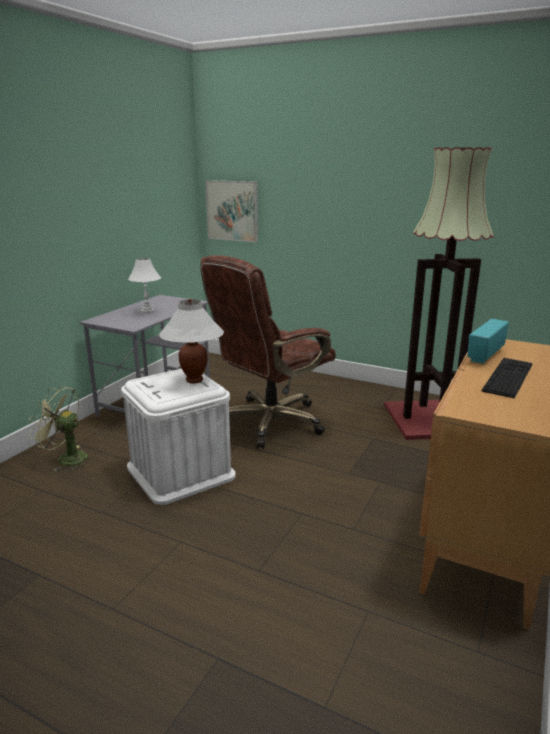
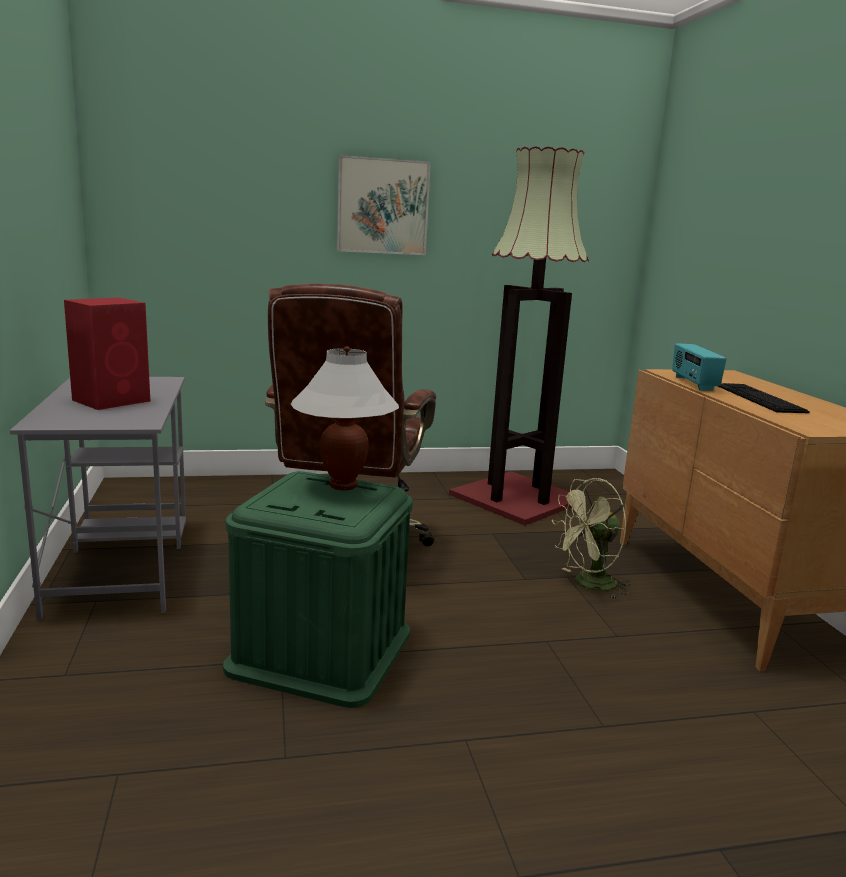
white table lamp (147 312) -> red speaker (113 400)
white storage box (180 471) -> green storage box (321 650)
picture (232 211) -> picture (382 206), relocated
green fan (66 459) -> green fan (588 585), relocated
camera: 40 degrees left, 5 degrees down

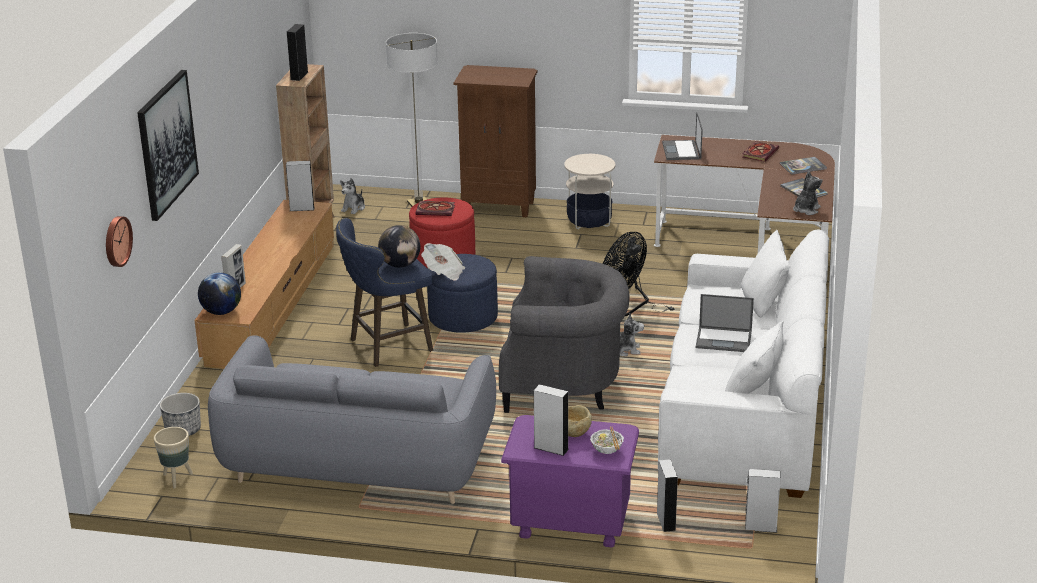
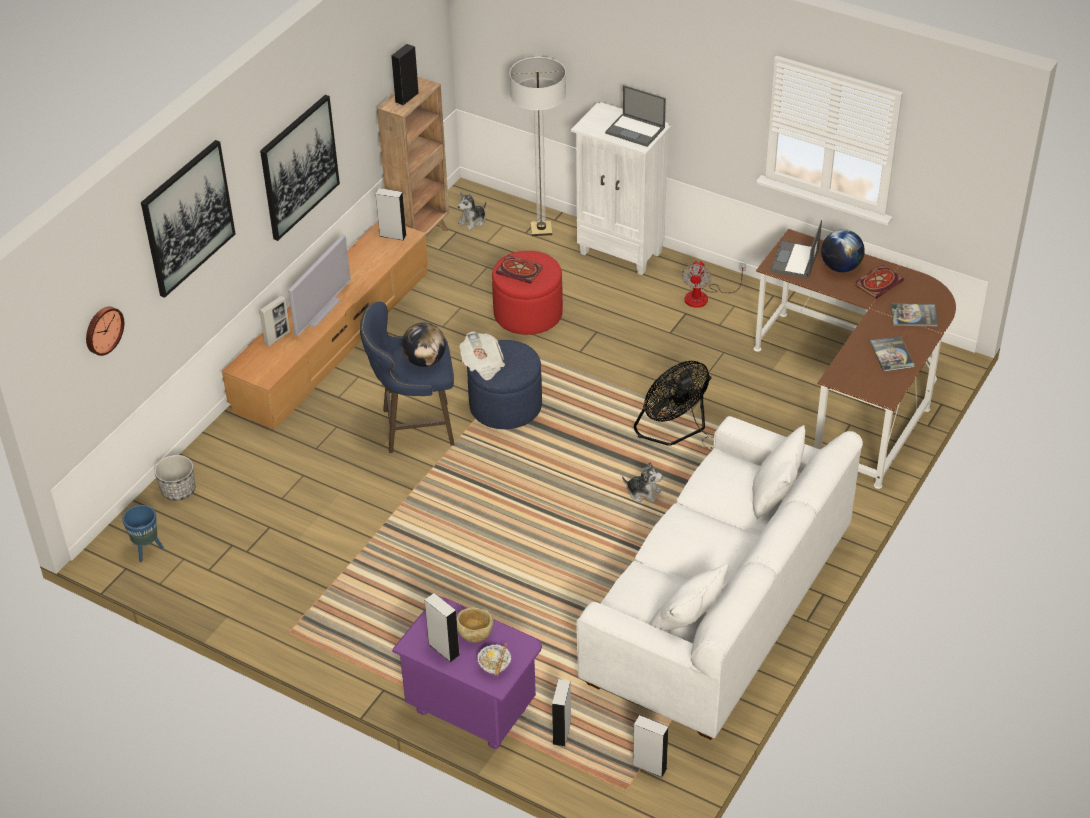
beige planter (176 479) -> blue planter (147 551)
none -> picture (299 167)
none -> television (321 310)
brown cabinet (499 208) -> white cabinet (620 254)
laptop (724 339) -> laptop (636 130), relocated
beige side table (589 222) -> fan (704 297)
globe (221 312) -> globe (840 267), relocated
grey sofa (357 464) -> none
grey armchair (563 388) -> none
plush toy (806 210) -> none
camera: 20 degrees right, 15 degrees up

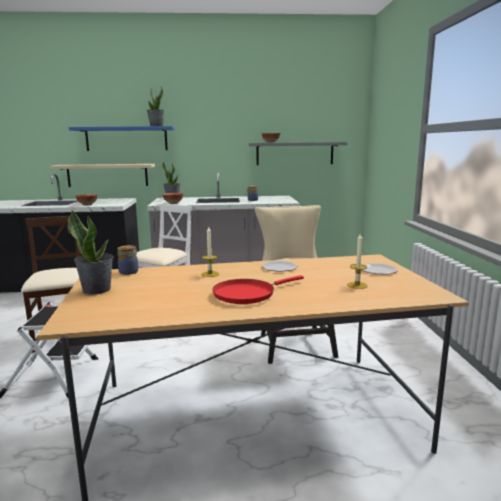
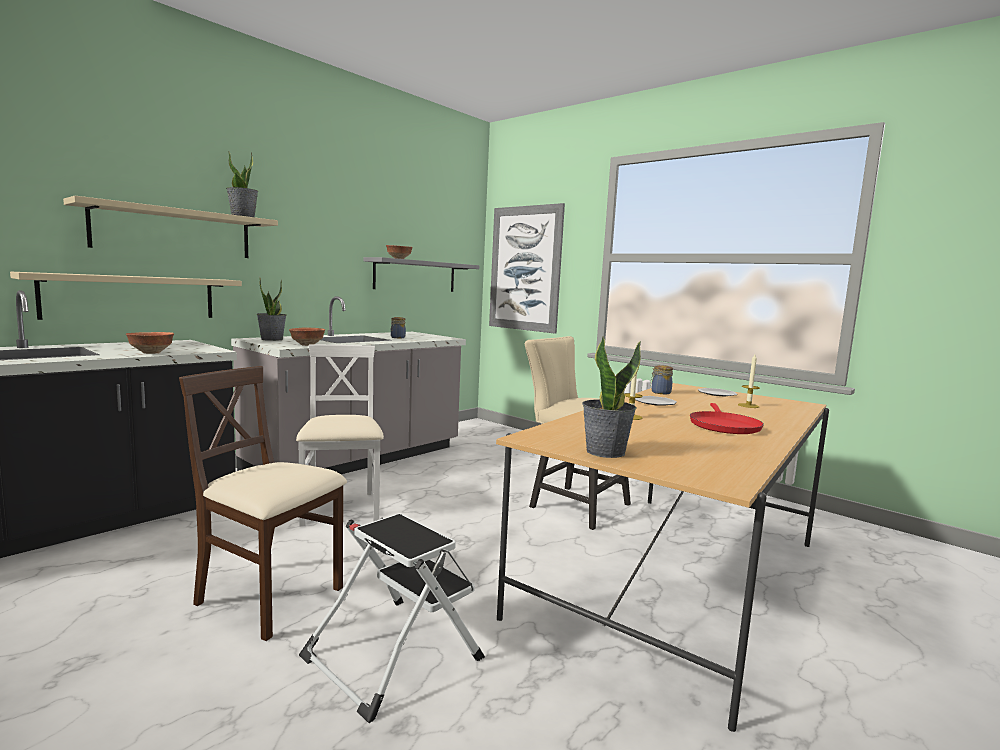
blue shelf (126 139) -> beige shelf (174 232)
none -> picture (525 268)
jar (128 272) -> jar (660 392), relocated
camera: 45 degrees left, 5 degrees down

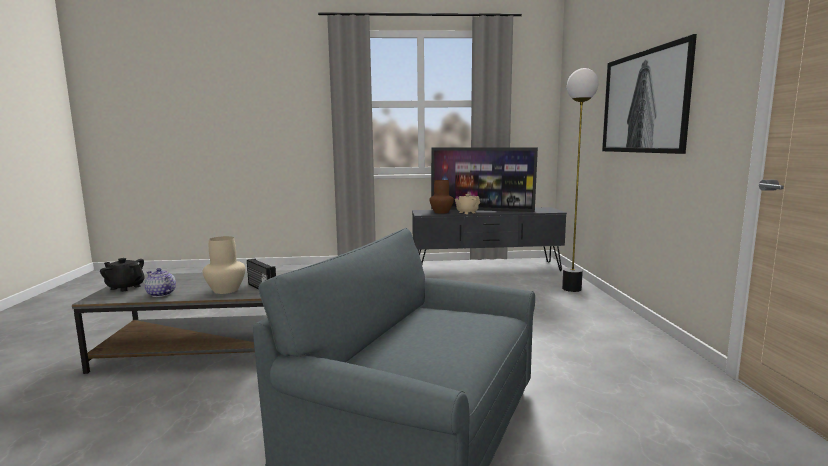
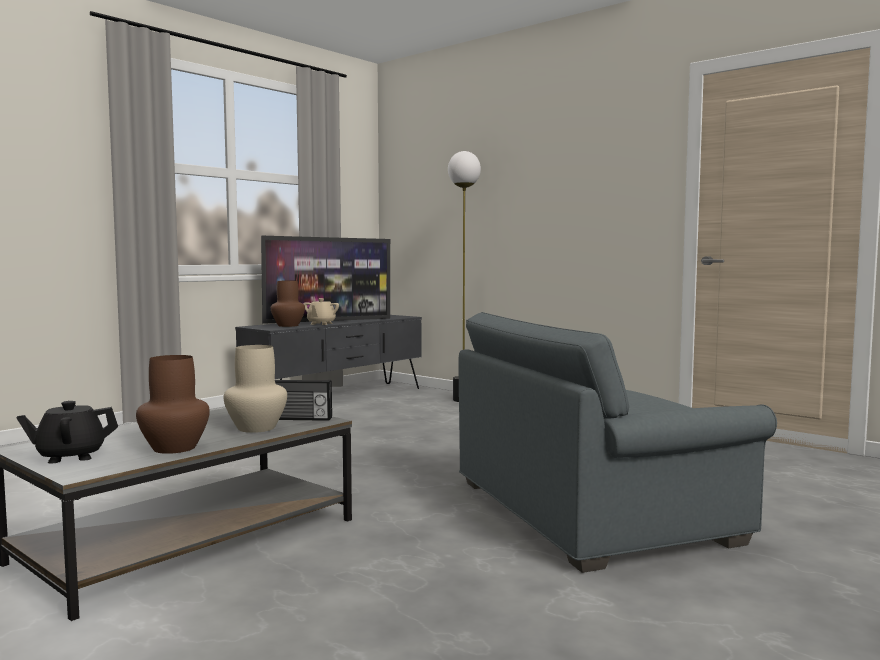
teapot (161 294) -> brown vase (175 448)
picture (645 102) -> none
camera: 45 degrees left, 5 degrees down

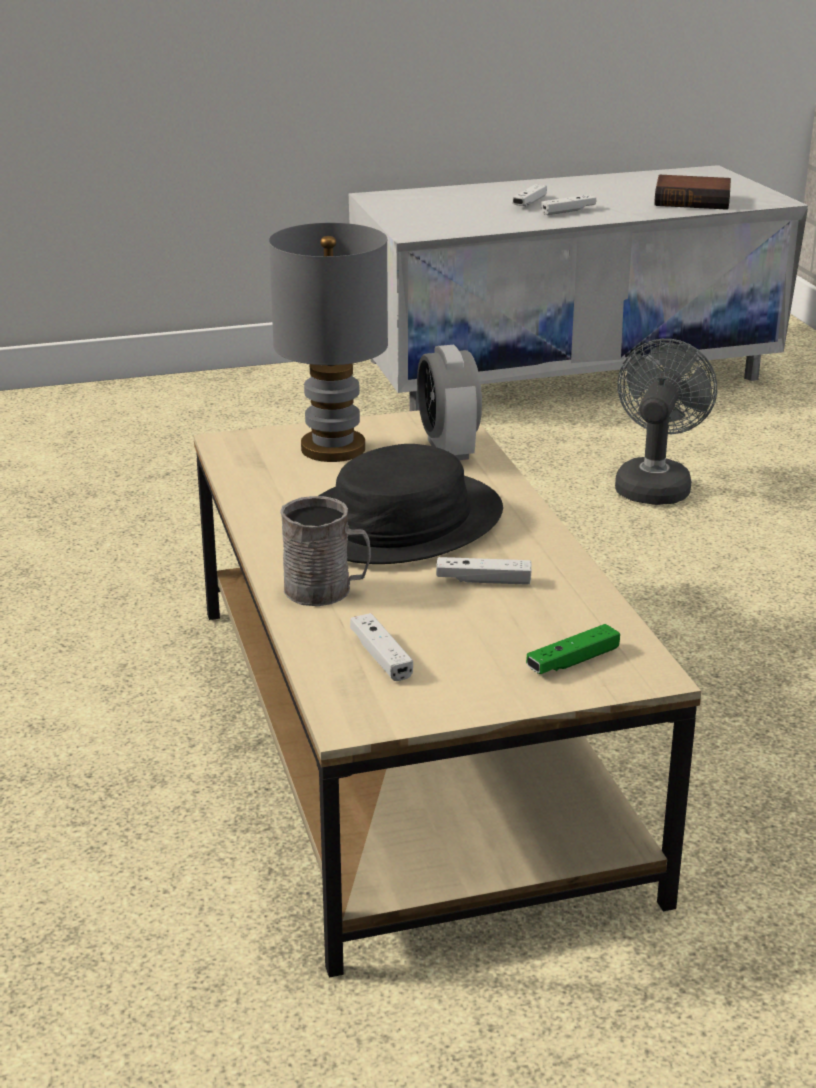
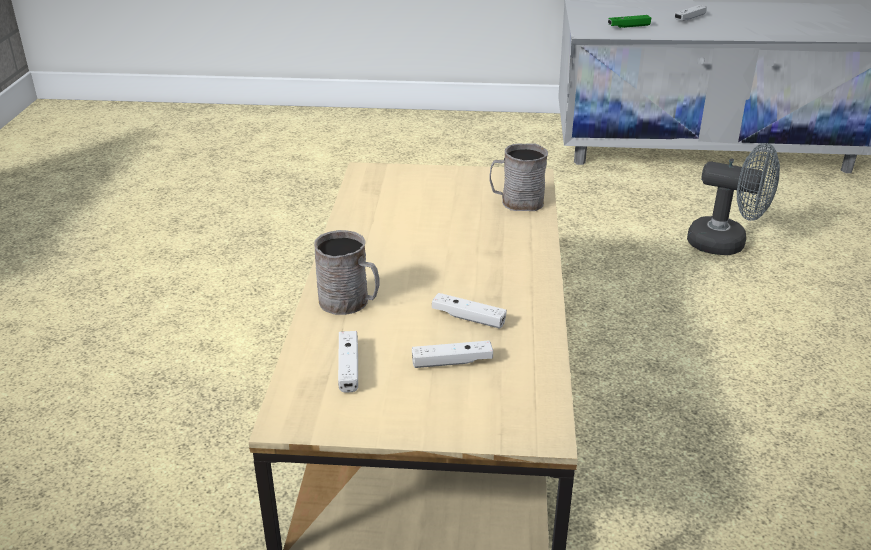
white game controller (568 211) -> white game controller (452 362), relocated
alarm clock (448 449) -> grey mug (516 202)
green game controller (573 661) -> green game controller (628 26), relocated
grey fan (654 484) -> grey fan (726 244), 75 degrees clockwise
grey table lamp (333 448) -> none
black hat (401 522) -> none
book (693 200) -> none
camera: 20 degrees right, 5 degrees up

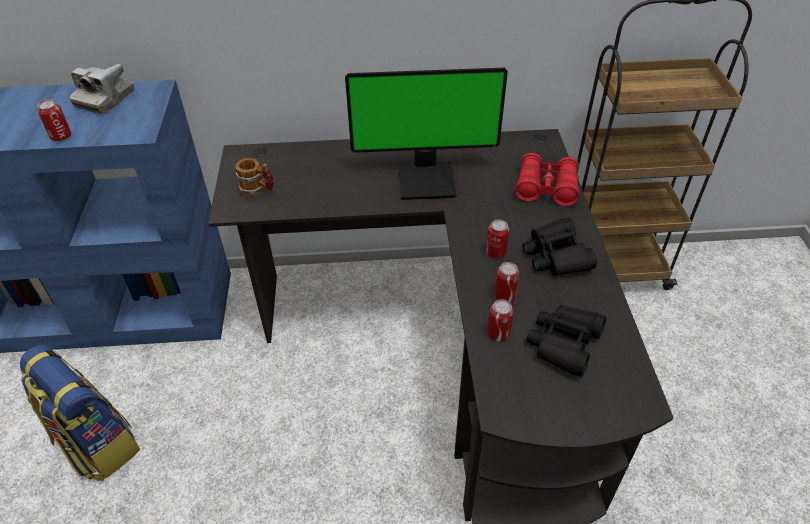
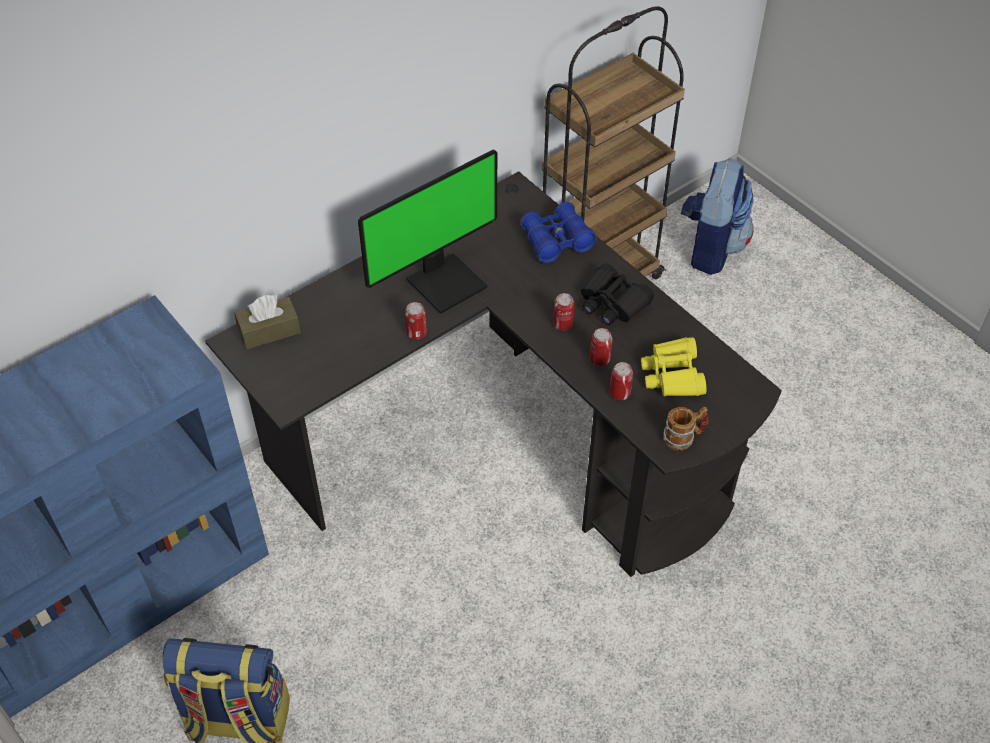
none -> brown tissue box (269 331)
can (61 136) -> can (416 333), relocated
red binoculars (546 188) -> blue binoculars (556 241)
black binoculars (564 343) -> yellow binoculars (672 375)
mug (257 190) -> mug (684 437), relocated
none -> backpack (710 248)
photo camera (105 99) -> none
camera: 35 degrees left, 5 degrees up

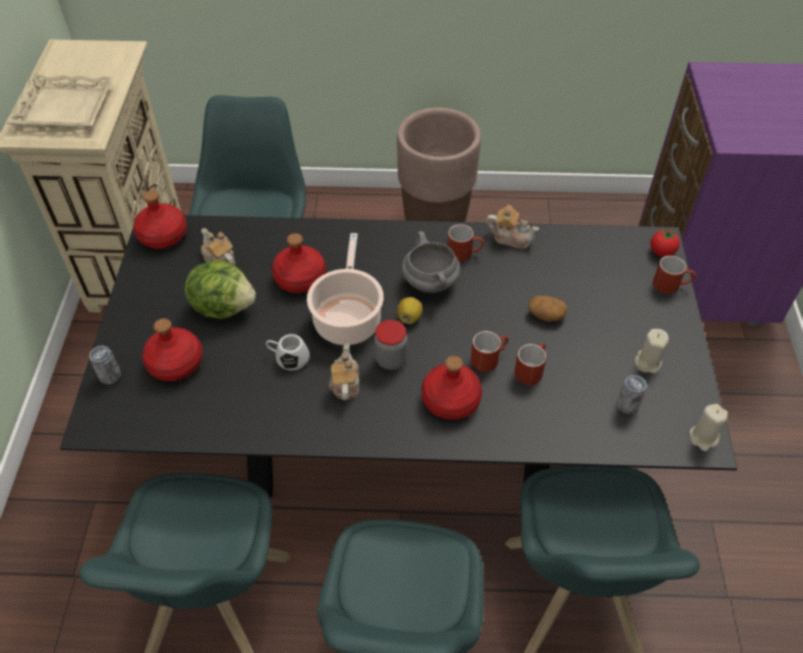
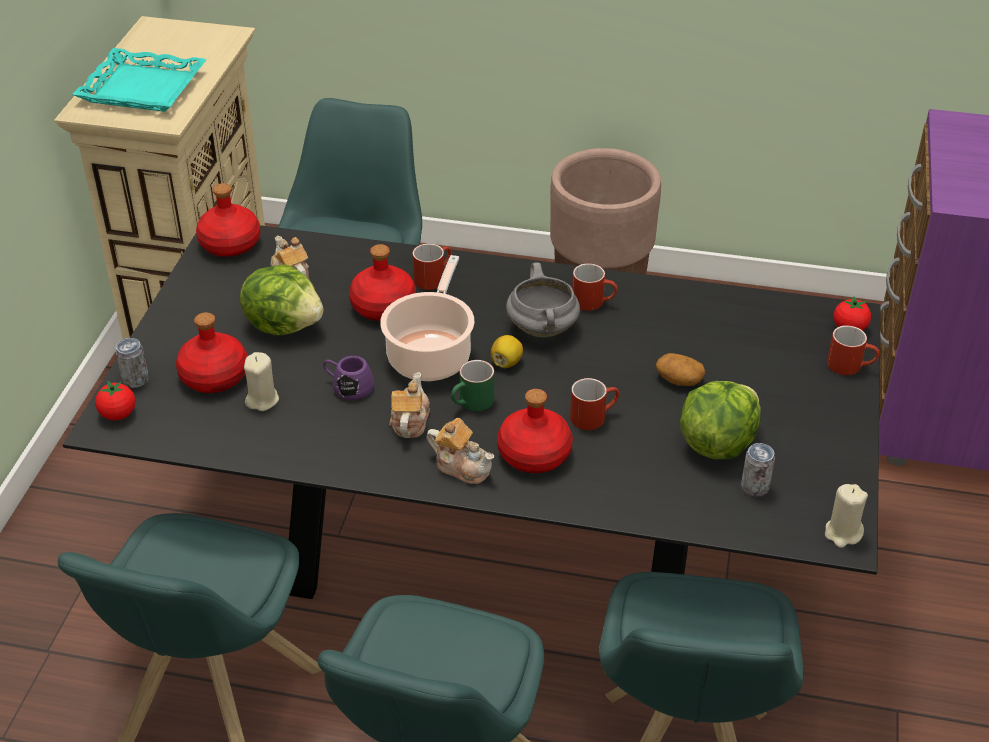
beige tray (64 109) -> turquoise tray (142 89)
none -> tomato (118 414)
beige candle (647 362) -> beige candle (262 400), relocated
white mug (288 357) -> purple mug (348 386)
red mug (530 369) -> red mug (433 277), relocated
teapot (511 238) -> teapot (462 466), relocated
jar (391 359) -> green mug (472 403)
none -> lettuce (717 443)
camera: 10 degrees right, 10 degrees down

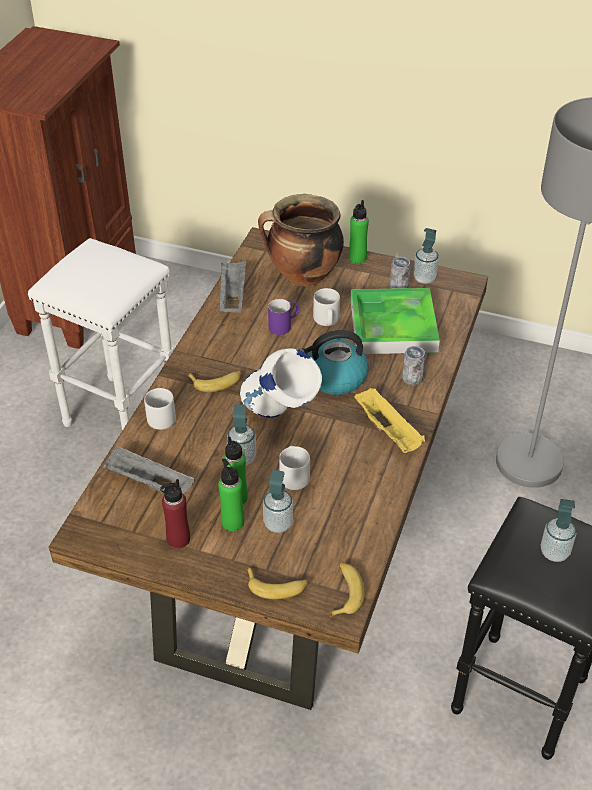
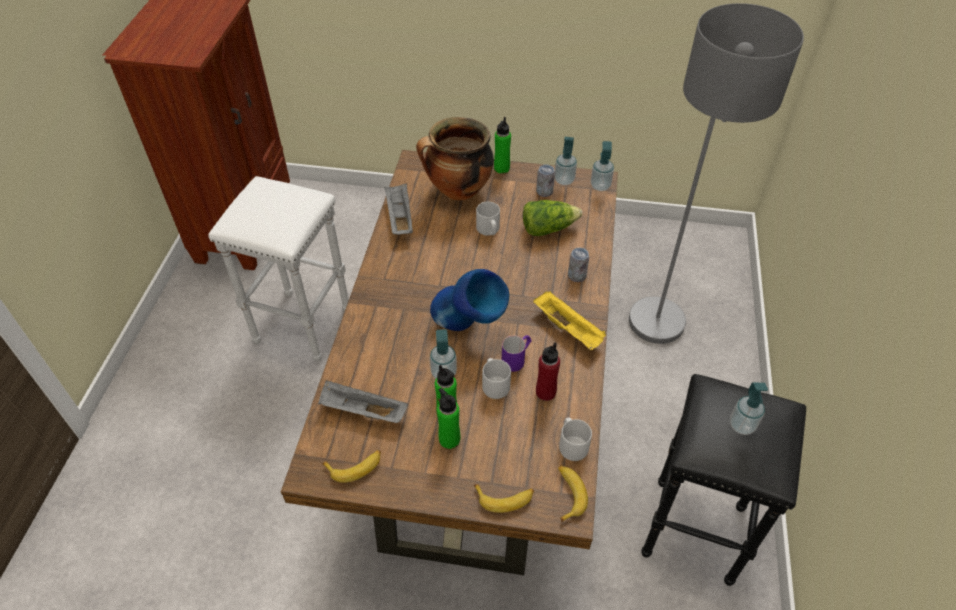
banana (216 382) -> banana (355 466), relocated
white vase (280 418) -> blue vase (469 329)
purple mug (284 325) -> purple mug (517 358), relocated
tray (393 326) -> lettuce (548 228)
red bottle (178 539) -> red bottle (545 392), relocated
grey mug (161 417) -> grey mug (572 445), relocated
soap dispenser (278 523) -> soap dispenser (600 186), relocated
kettle (334 378) -> none
camera: 10 degrees left, 5 degrees up

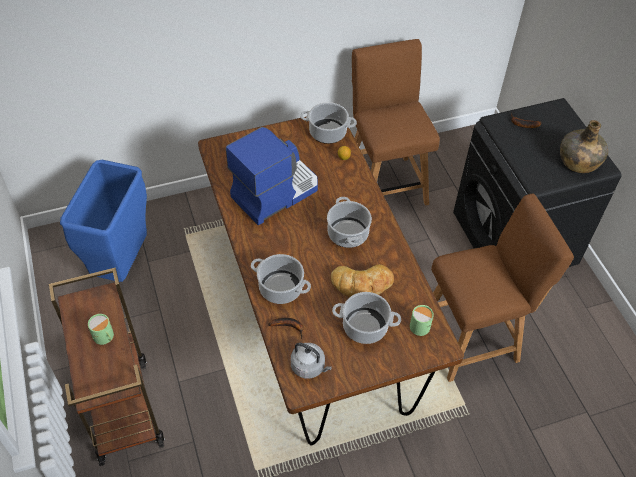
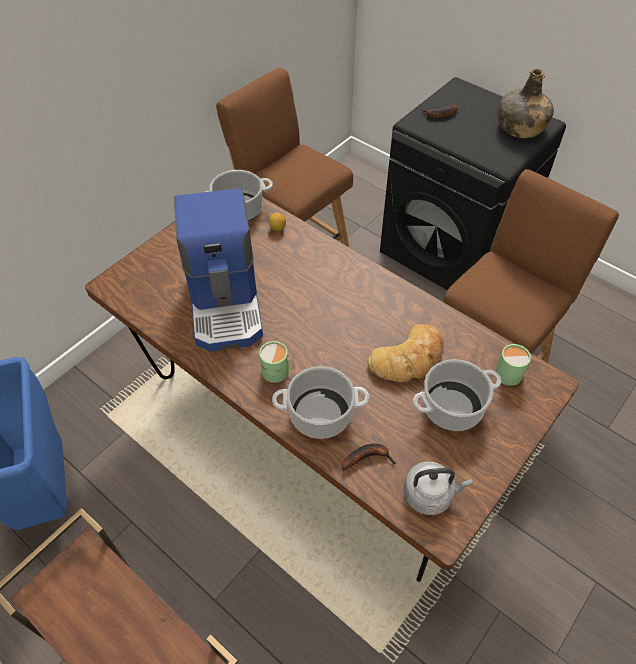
coffee machine (275 192) -> coffee machine (227 303), 150 degrees clockwise
green mug (104 337) -> green mug (278 372), relocated
cooking pot (347 233) -> none
camera: 30 degrees left, 0 degrees up

